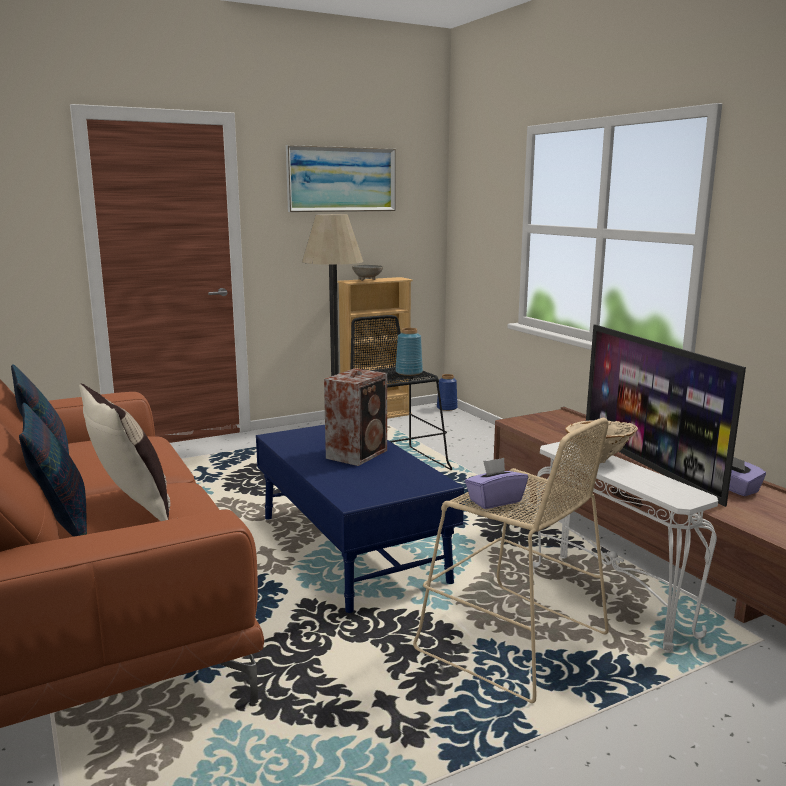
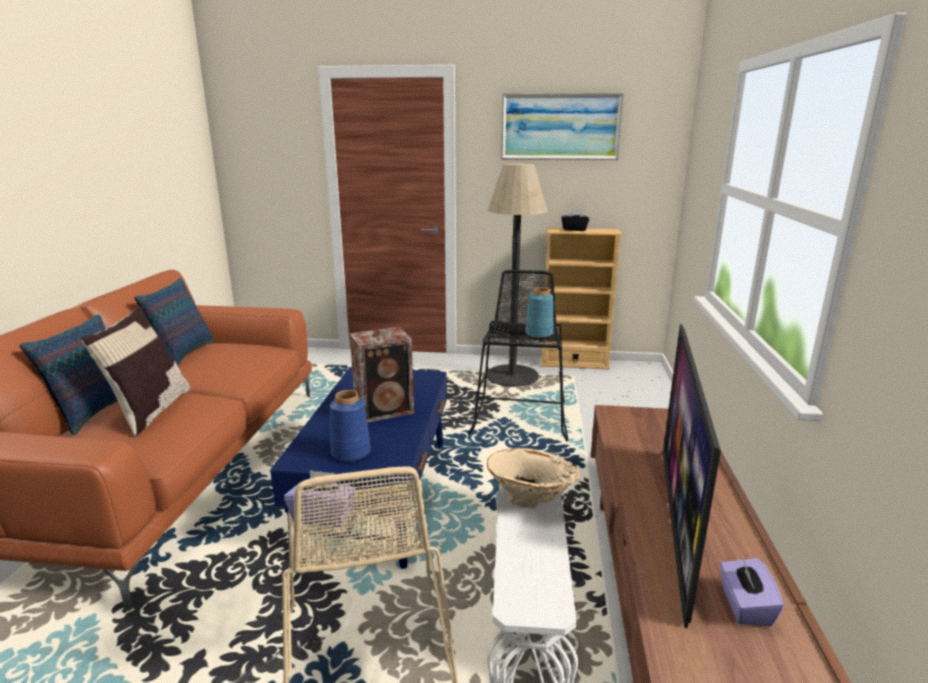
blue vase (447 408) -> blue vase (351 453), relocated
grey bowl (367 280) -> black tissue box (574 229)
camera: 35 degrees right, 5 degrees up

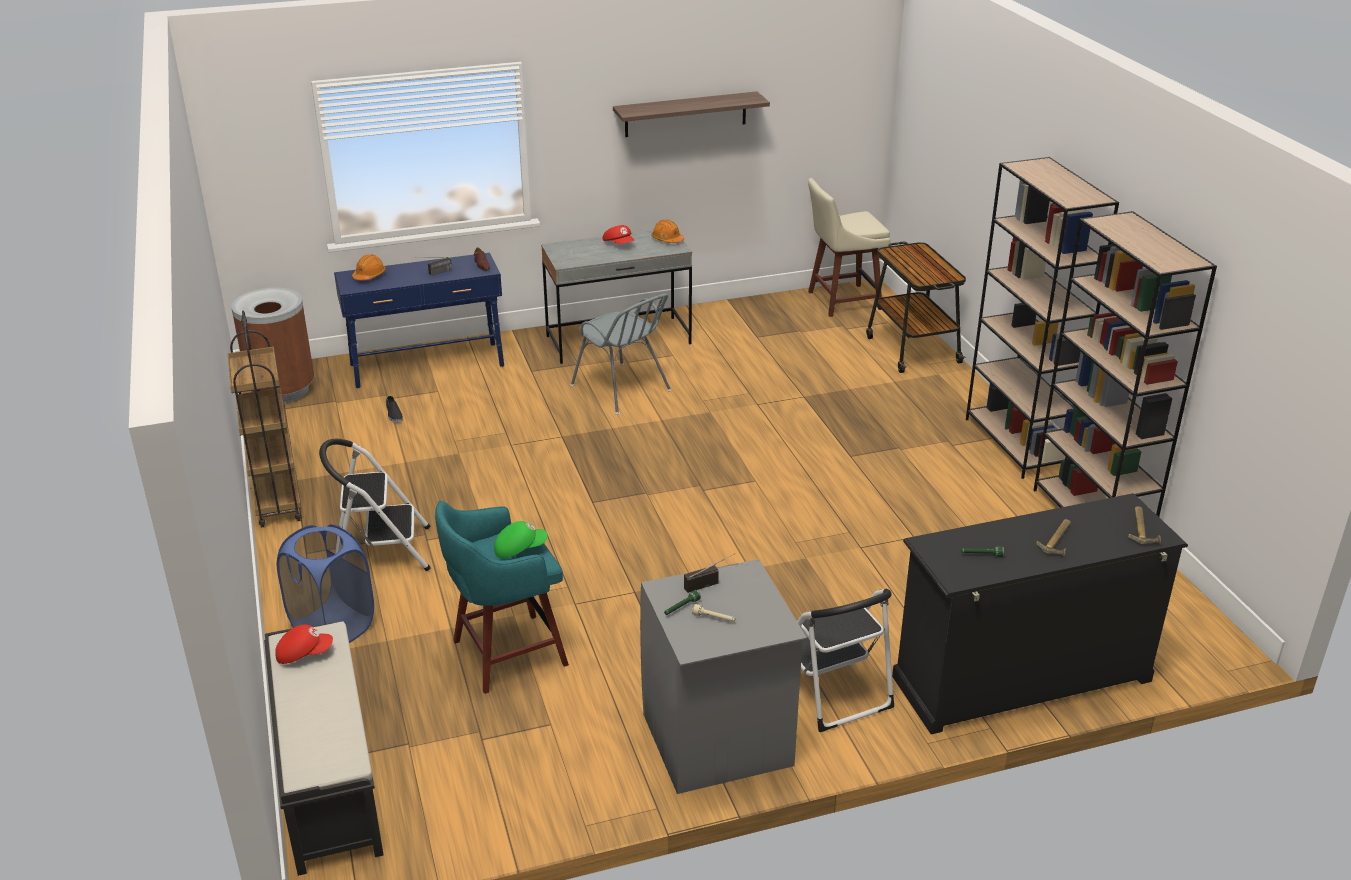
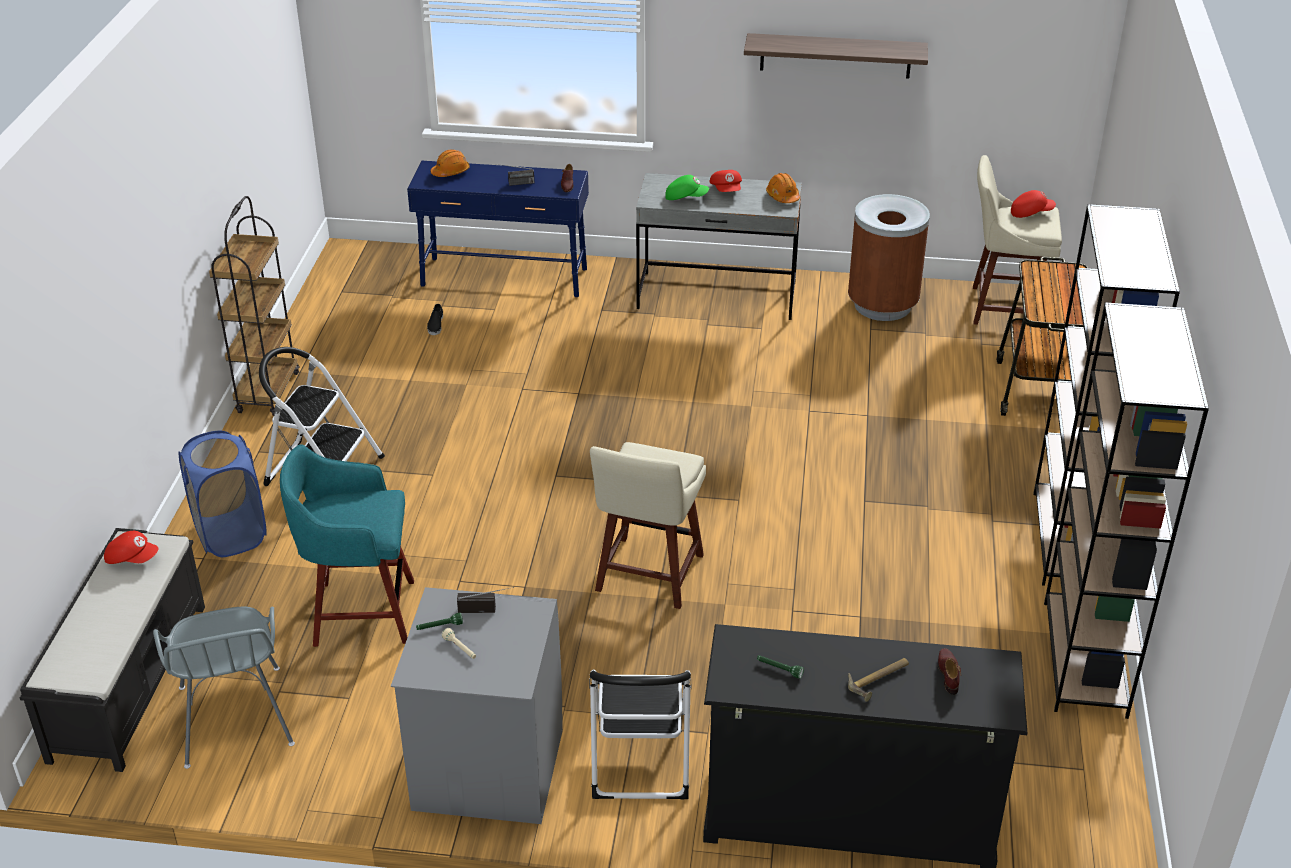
grey chair (623 389) -> grey chair (235 720), relocated
none -> beige stool (647 576)
green cap (519 549) -> green cap (686 197), relocated
brown trash can (282 390) -> brown trash can (882 305), relocated
none -> brown shoe (948 674)
none -> red cap (1031 213)
hammer (1142 528) -> none
camera: 25 degrees right, 5 degrees up

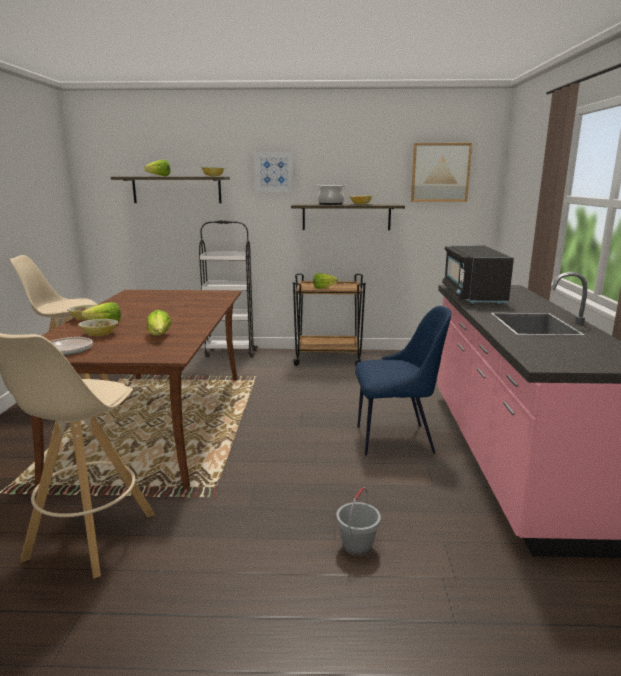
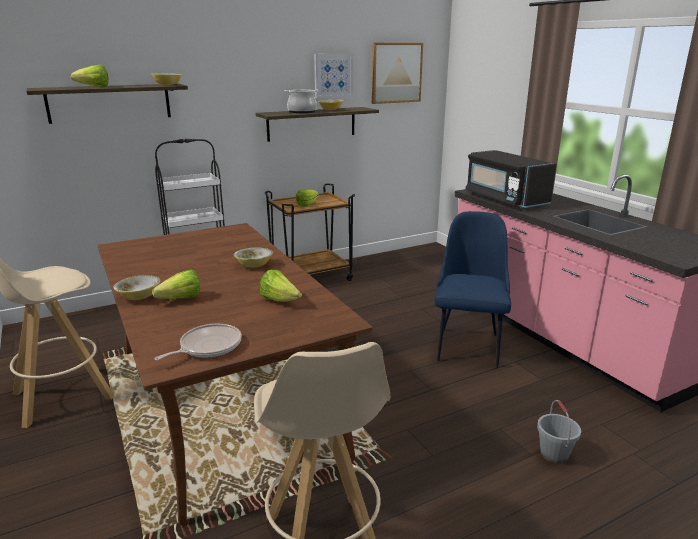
bowl (99 335) -> bowl (254 265), relocated
picture (274 172) -> picture (333 75), relocated
blue chair (395 439) -> blue chair (467 347), 45 degrees counterclockwise
camera: 30 degrees left, 5 degrees up

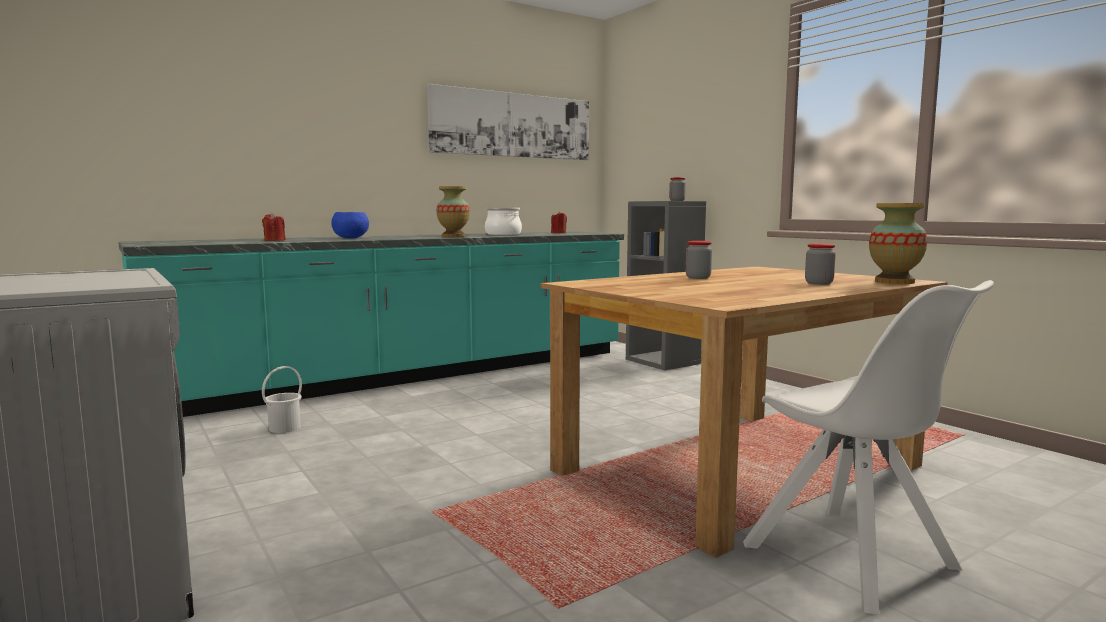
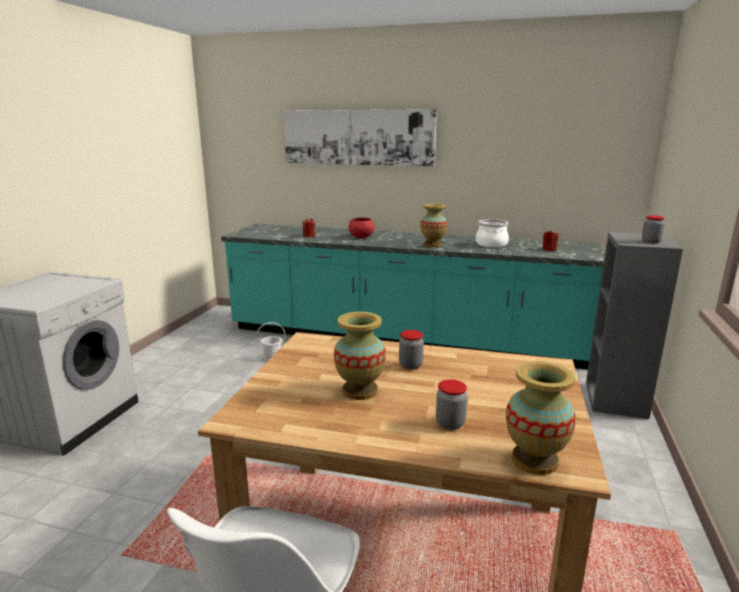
picture (513 125) -> picture (358 137), relocated
none -> vase (360 391)
blue bowl (350 238) -> red bowl (361 237)
camera: 50 degrees right, 10 degrees up

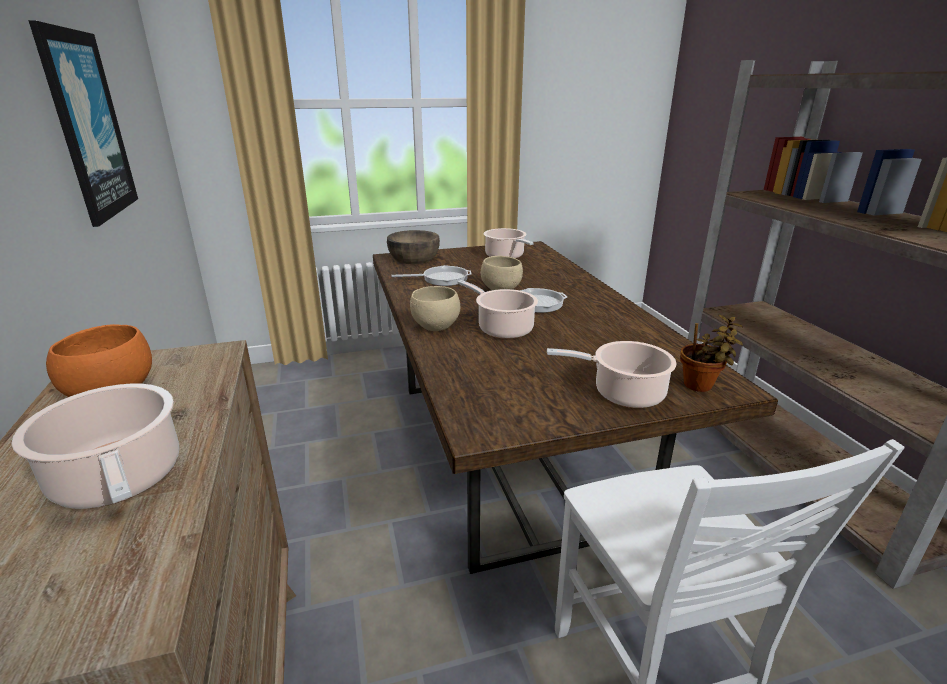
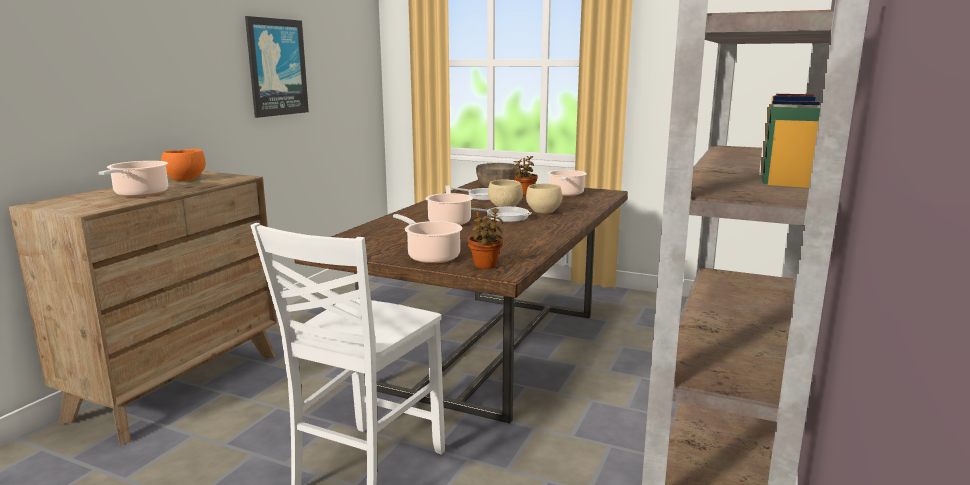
none -> potted plant (525 194)
beige bowl (435 327) -> beige bowl (542 212), relocated
camera: 40 degrees right, 10 degrees down

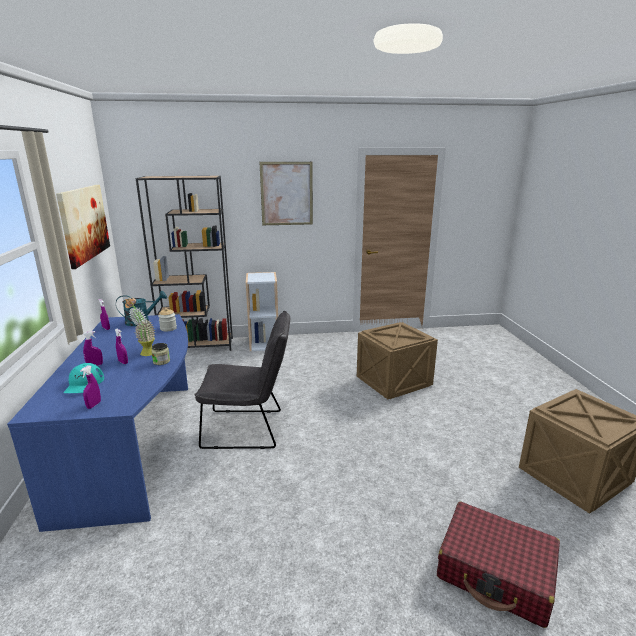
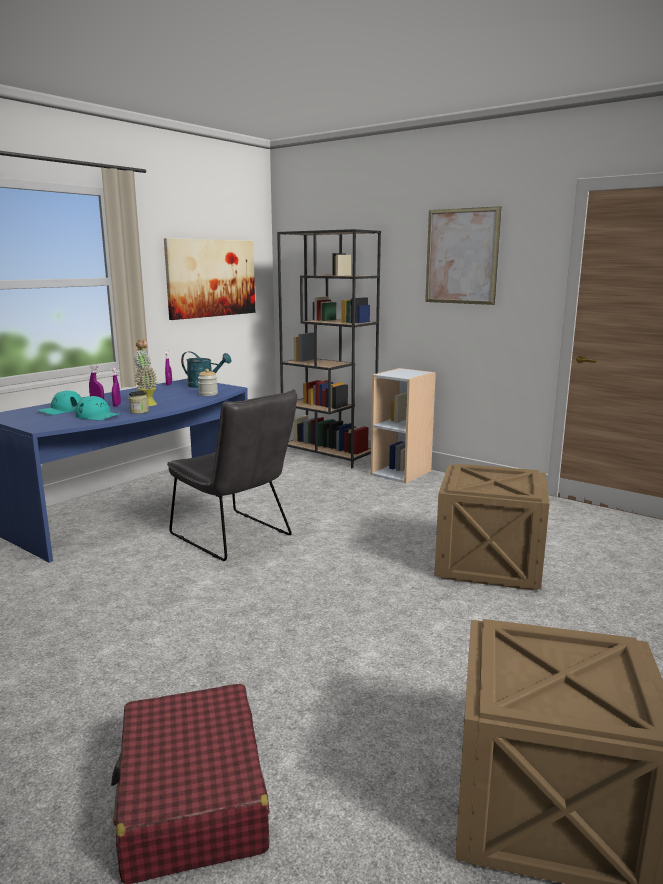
none -> turquoise cap (98 415)
purple spray bottle (94 405) -> none
camera: 45 degrees right, 5 degrees down

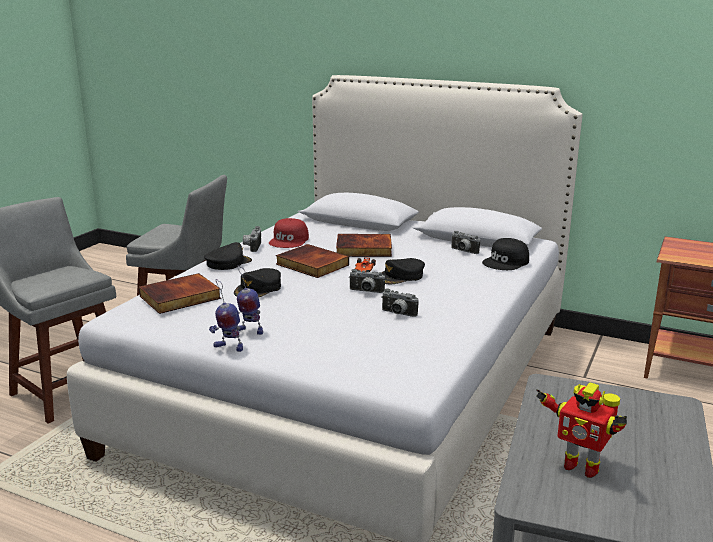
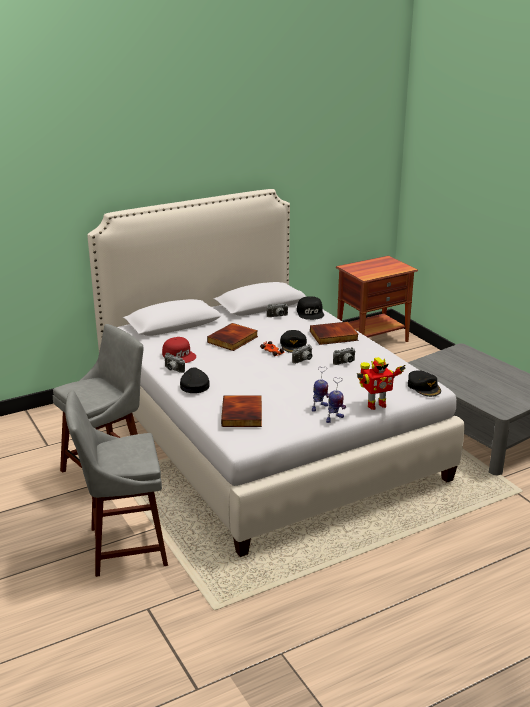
book (311 265) -> book (333 336), relocated
toy robot (580 466) -> toy robot (375 405), relocated
black cap (258 289) -> black cap (424 387), relocated
camera: 55 degrees left, 5 degrees up

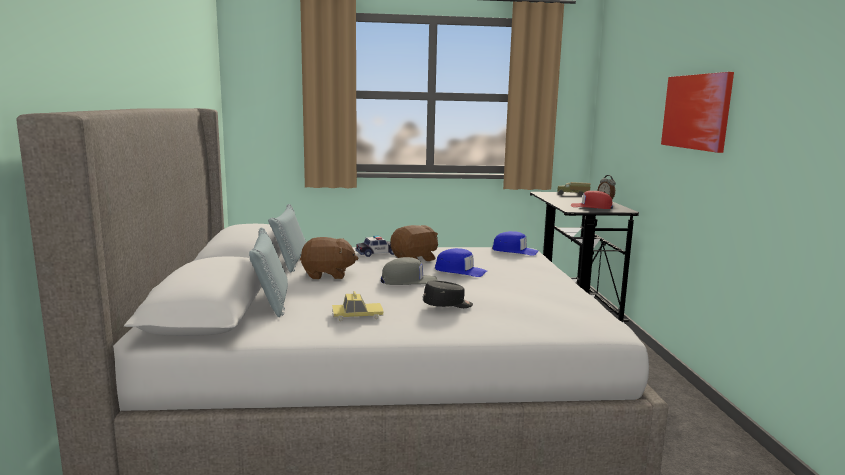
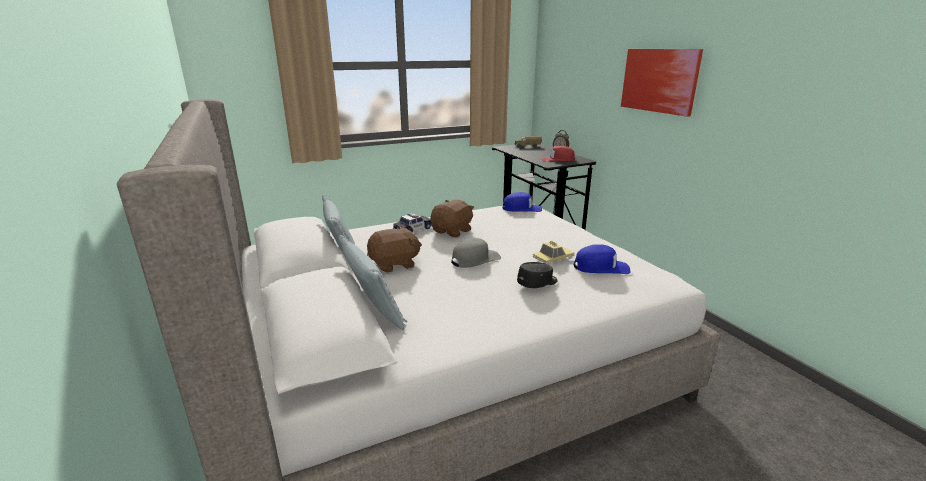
toy car (357 315) -> toy car (553 258), relocated
blue cap (460 271) -> blue cap (601 267), relocated
camera: 20 degrees left, 10 degrees up

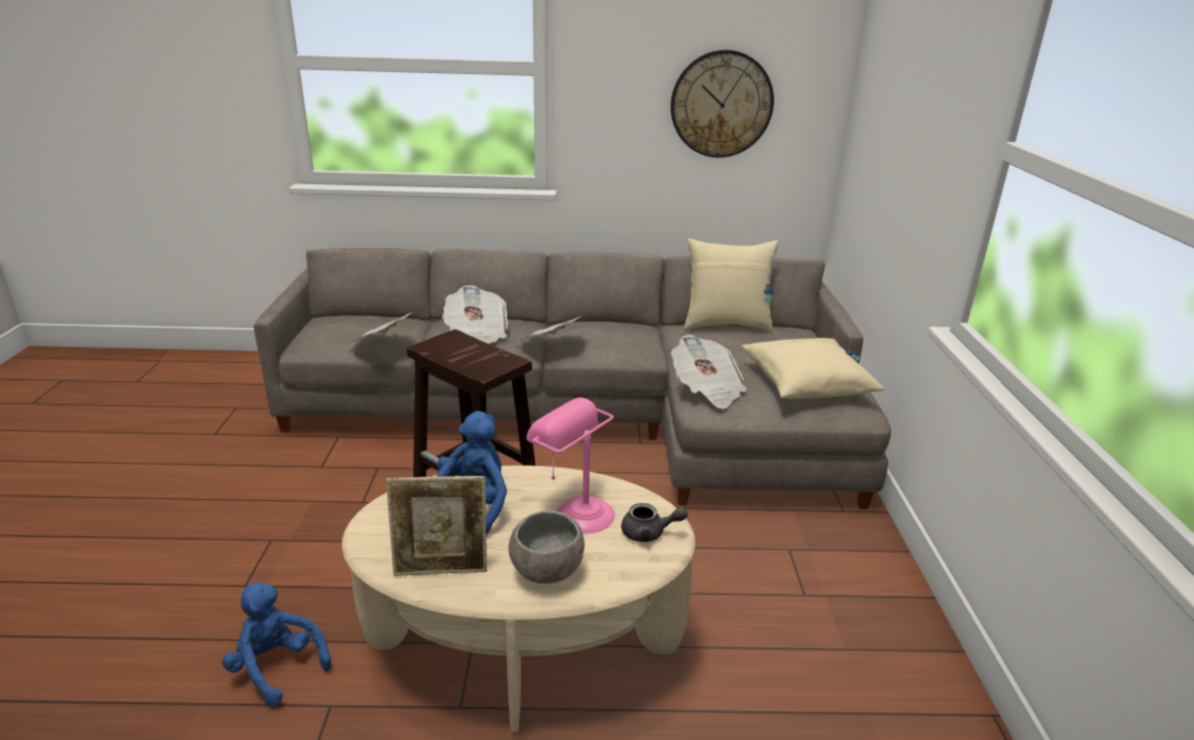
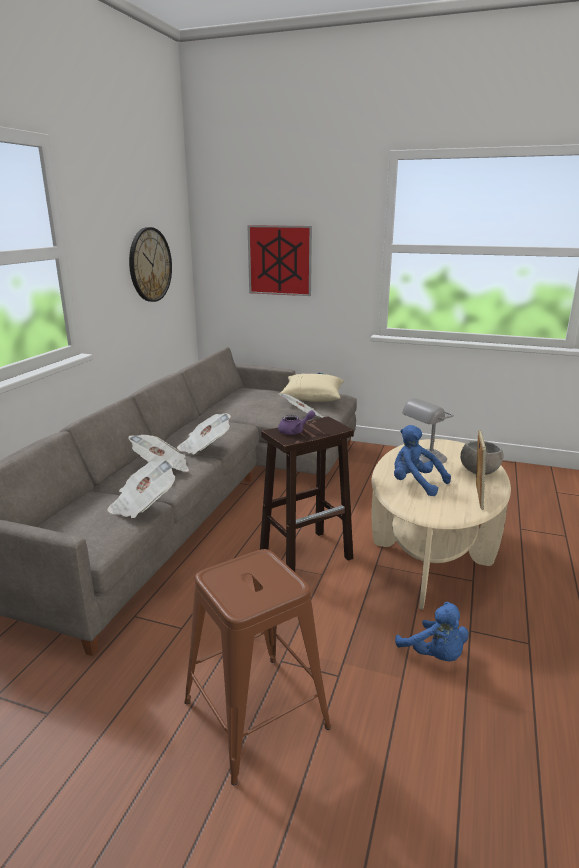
none -> brown stool (256 714)
none -> picture (280 260)
none -> purple teapot (295 431)
blue plush toy (277 667) -> blue plush toy (434 655), 90 degrees counterclockwise
pink table lamp (574 510) -> grey table lamp (426 459)
grey teapot (649 533) -> none
beige pillow (726 326) -> none
camera: 70 degrees left, 5 degrees down

